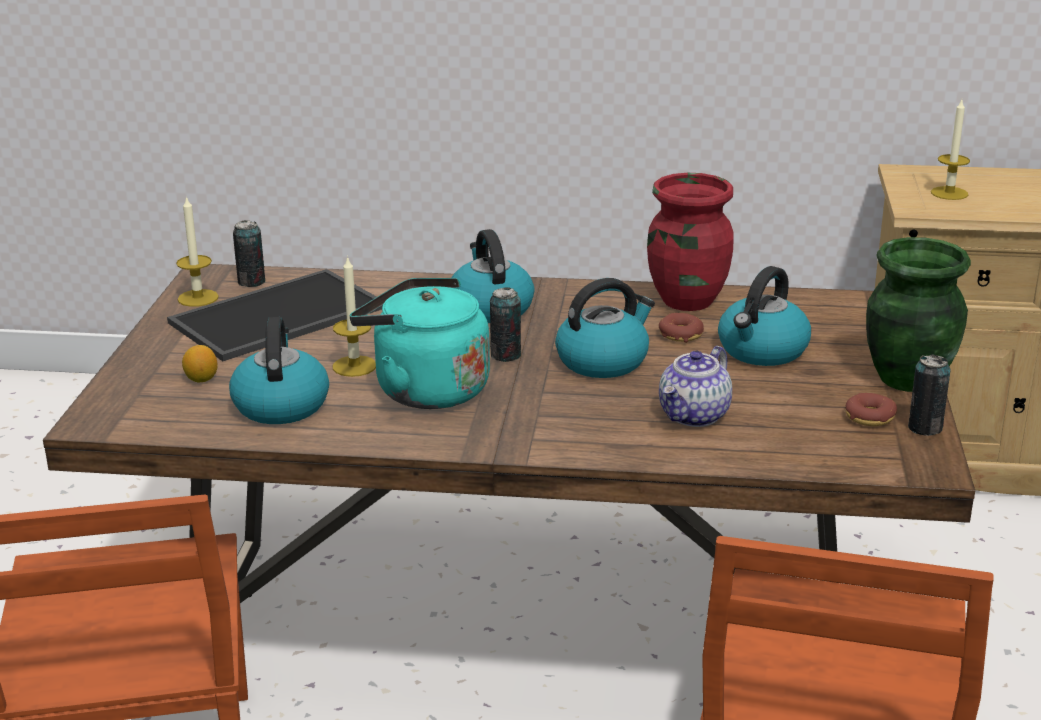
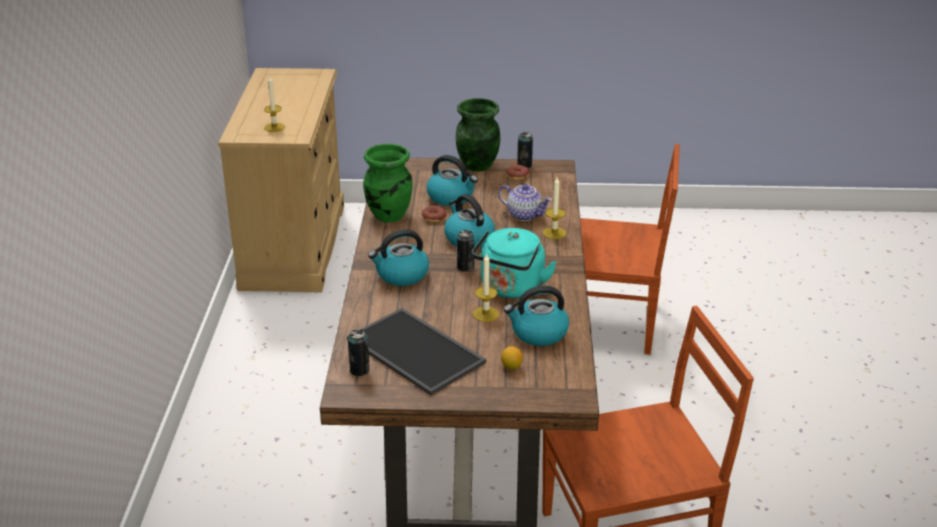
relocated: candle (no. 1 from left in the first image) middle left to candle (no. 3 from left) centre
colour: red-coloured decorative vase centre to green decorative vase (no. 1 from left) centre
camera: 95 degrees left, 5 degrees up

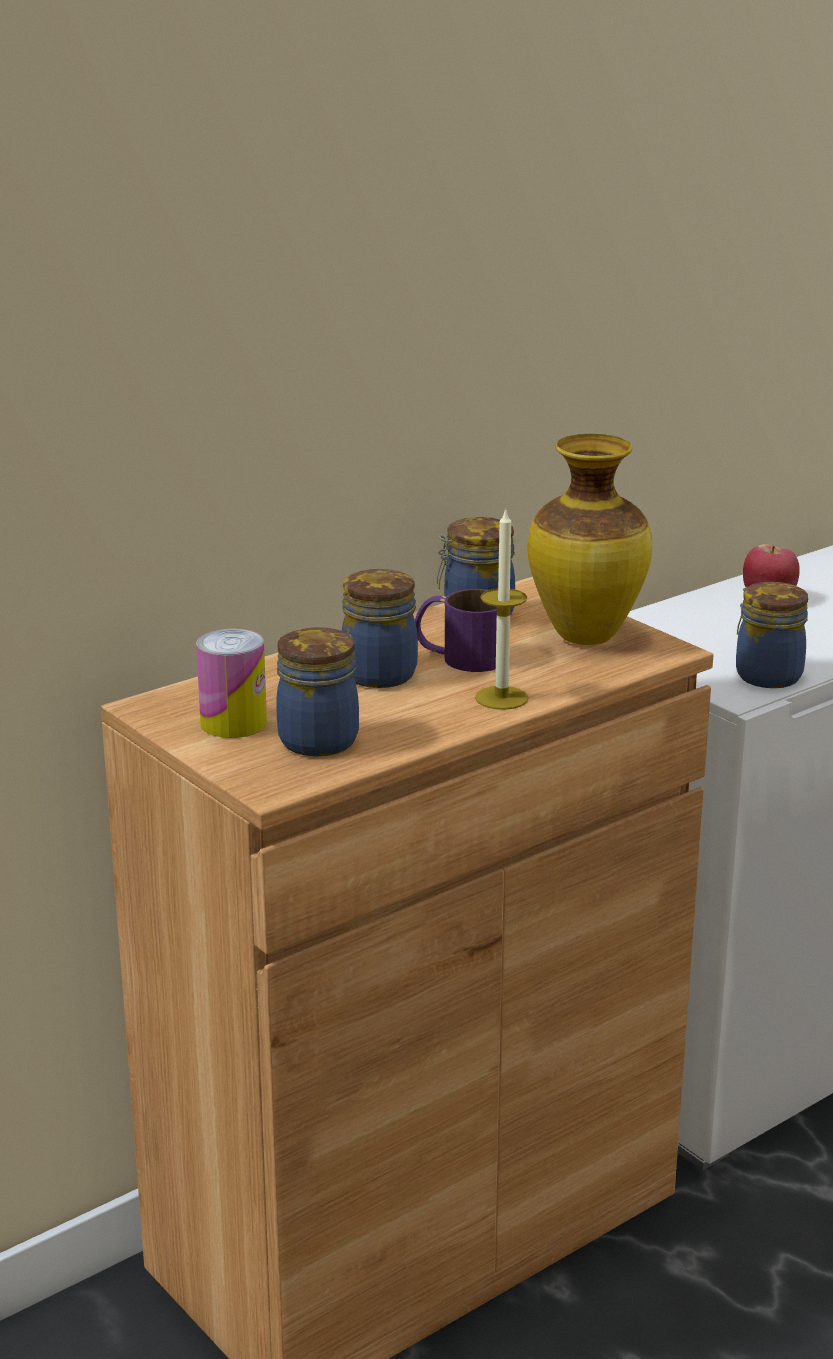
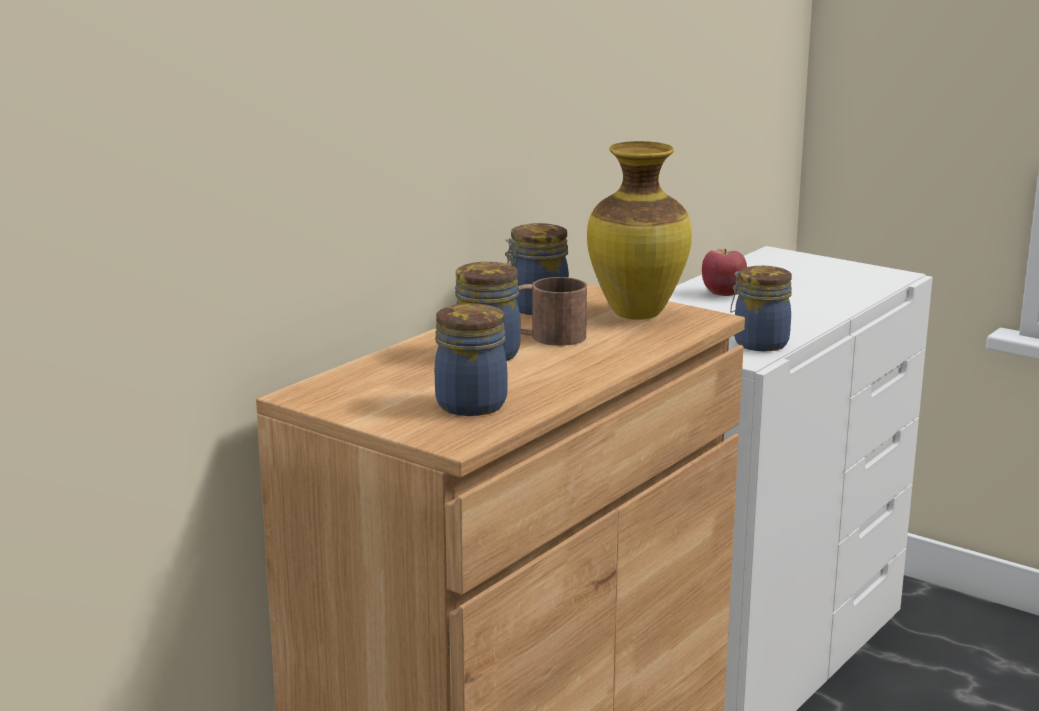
missing: candle centre; sealed can middle left
colour: purplish coffee mug centre to brown coffee mug centre
camera: 15 degrees left, 5 degrees down

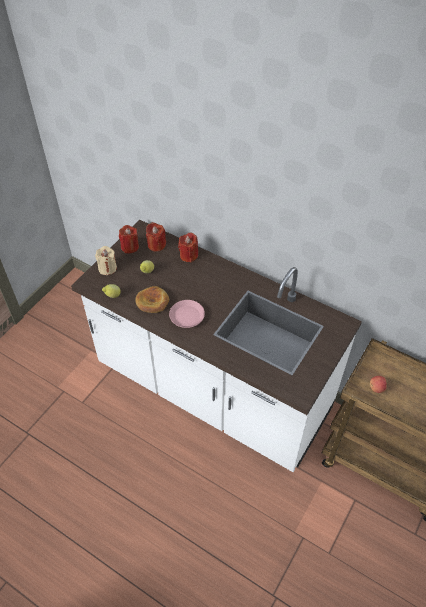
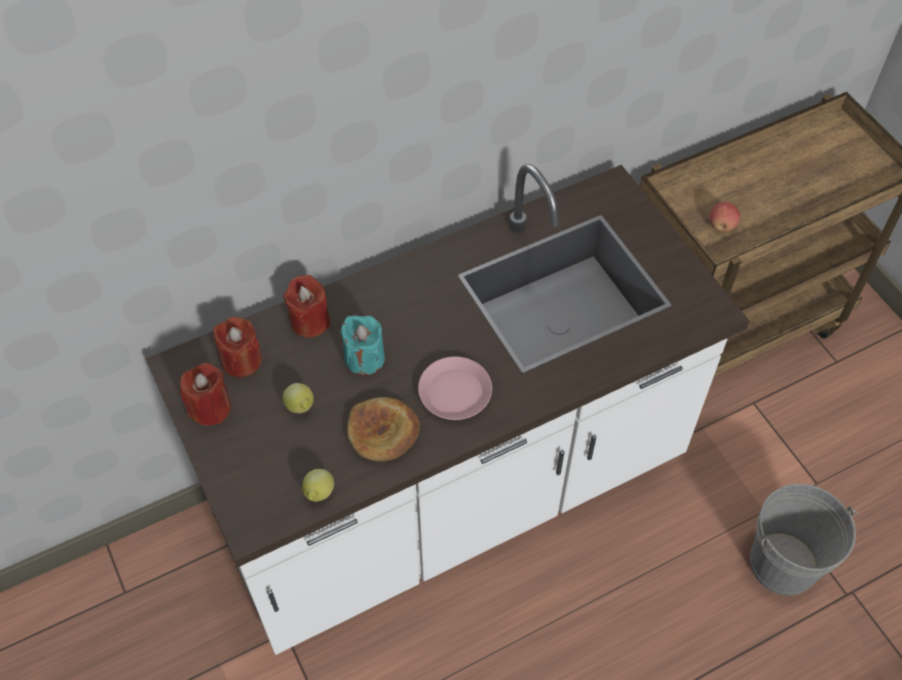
missing: beige candle middle left
appeared: turquoise candle centre; greyish bucket bottom right
camera: 60 degrees left, 5 degrees up

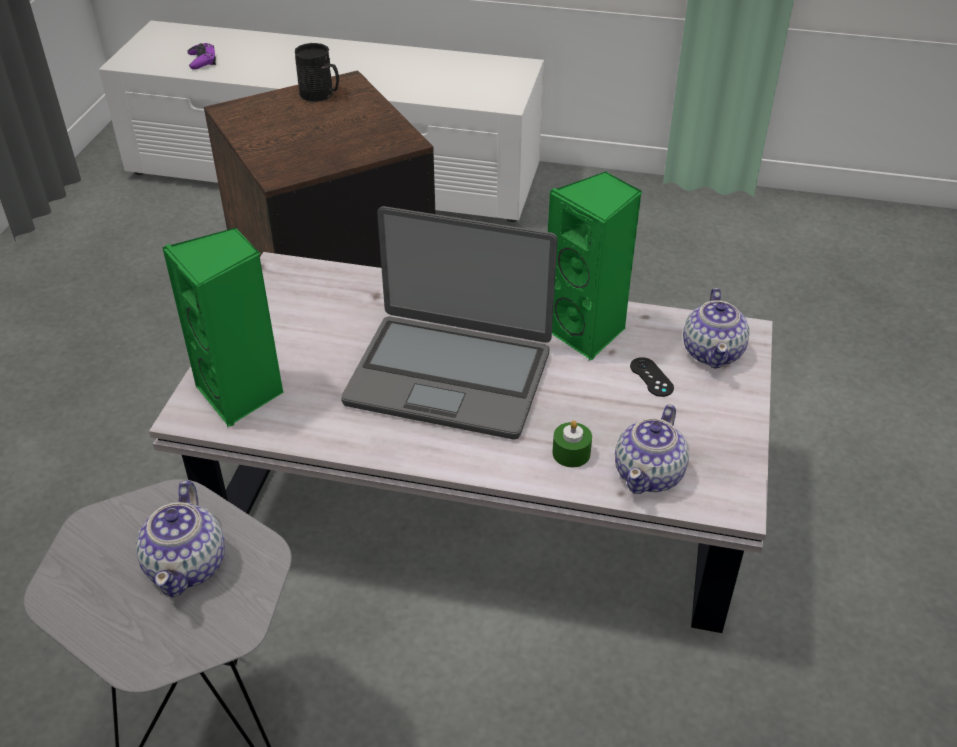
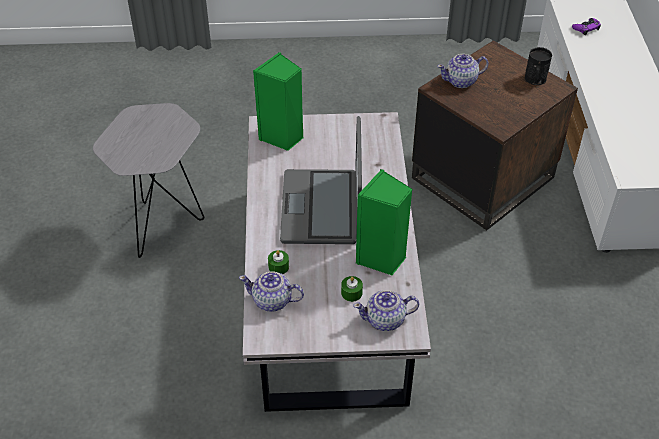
relocated: tea pot (no. 1 from left in the first image) bottom left to tea pot (no. 3 from left) top right
exchanged: blackish gamepad middle right to green candle (no. 2 from left) centre
camera: 75 degrees right, 5 degrees up

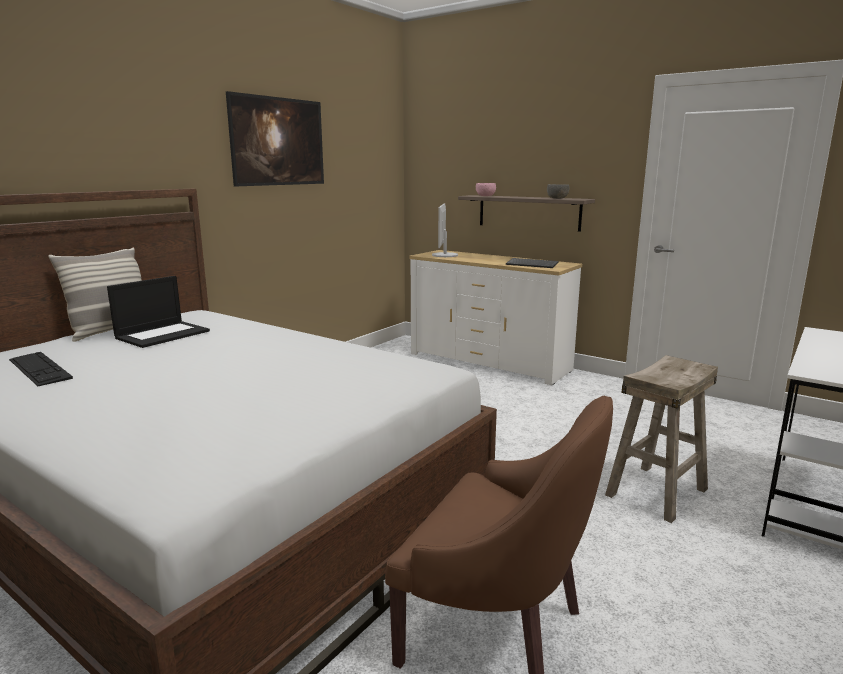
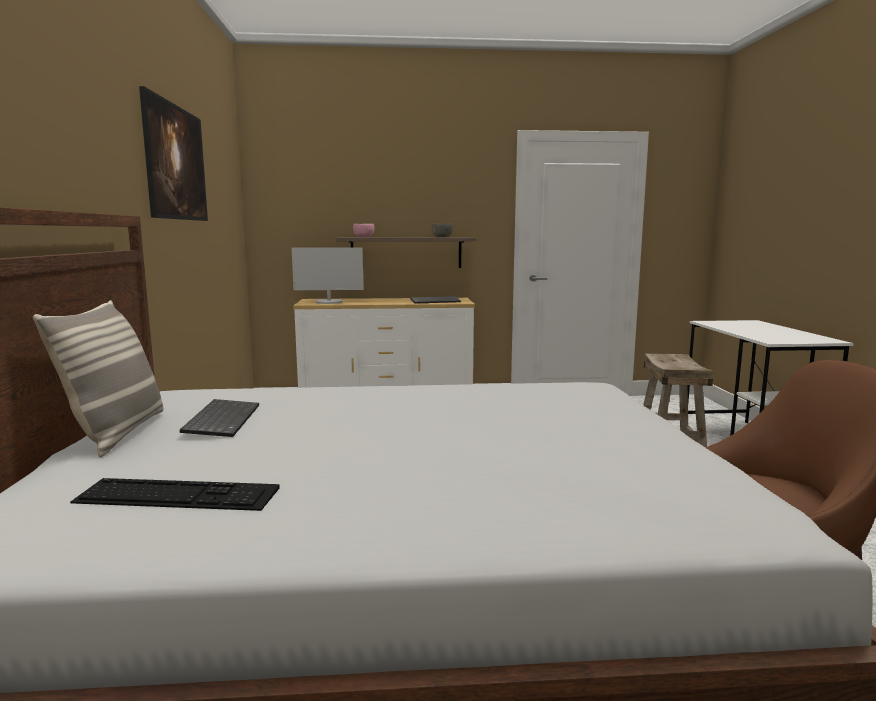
exchanged: laptop middle left to PC keyboard (no. 2 from left) middle left
spun: monitor centre = centre 60 degrees counterclockwise
camera: 40 degrees left, 5 degrees down

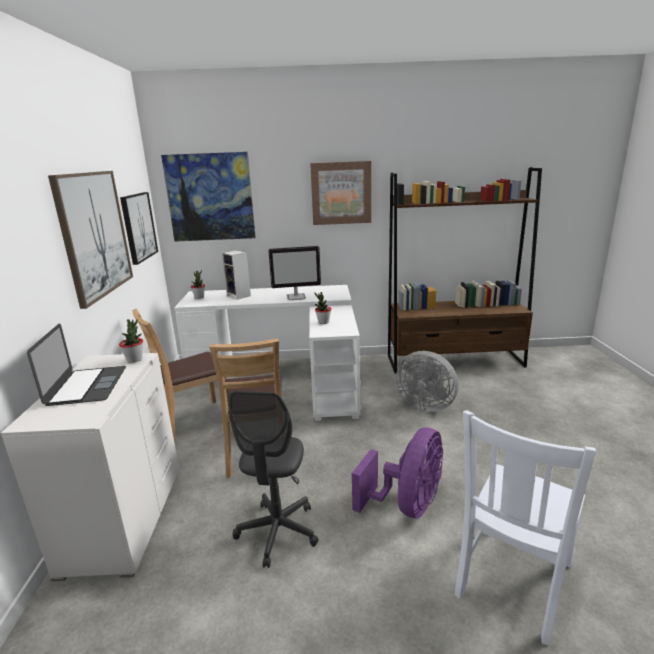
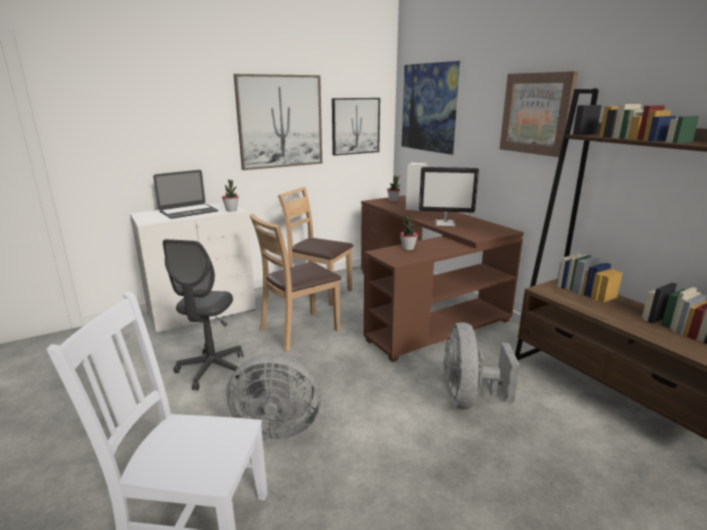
colour: white desk unit centre to brown desk unit centre; purplish fan bottom centre to greyish fan (no. 1 from left) bottom centre
spun: monitor centre = centre 45 degrees counterclockwise; greyish office chair bottom centre = middle left 60 degrees counterclockwise
camera: 60 degrees right, 0 degrees up

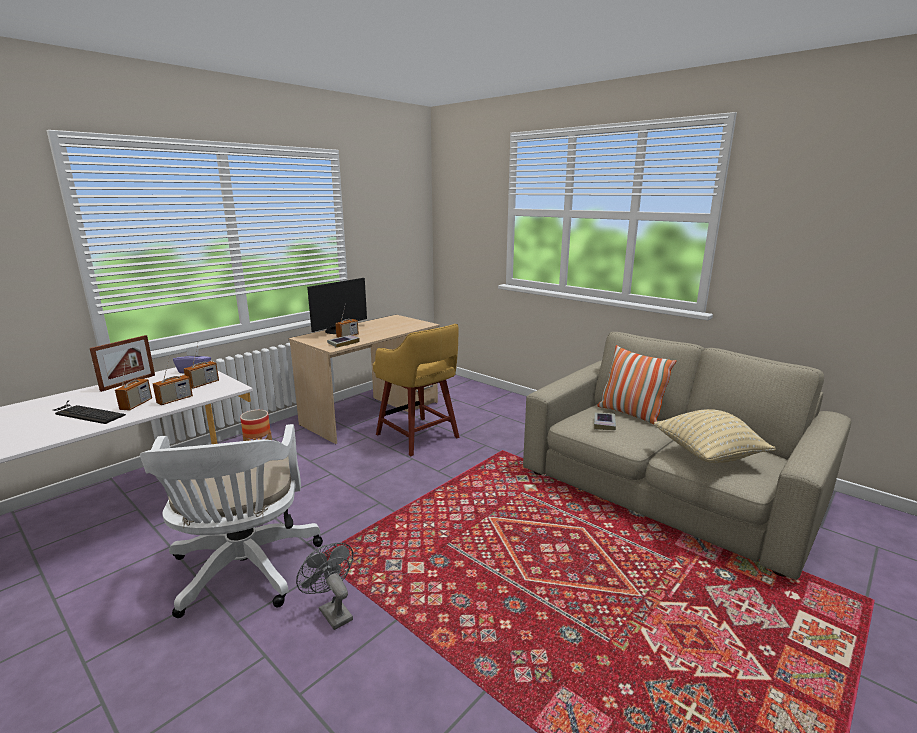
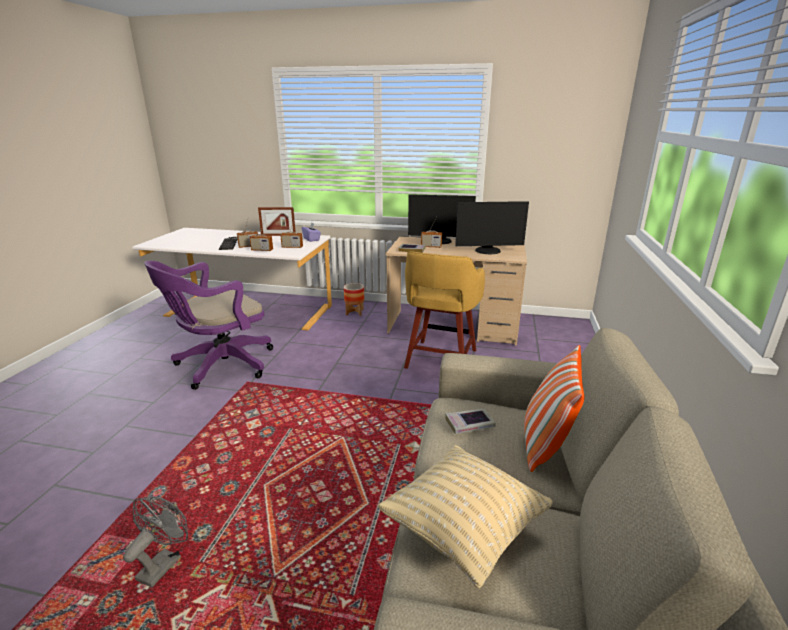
appeared: monitor (no. 2 from left) centre
relocated: greyish fan bottom centre to bottom left
colour: white office chair bottom left to purplish office chair middle left
camera: 60 degrees right, 5 degrees up

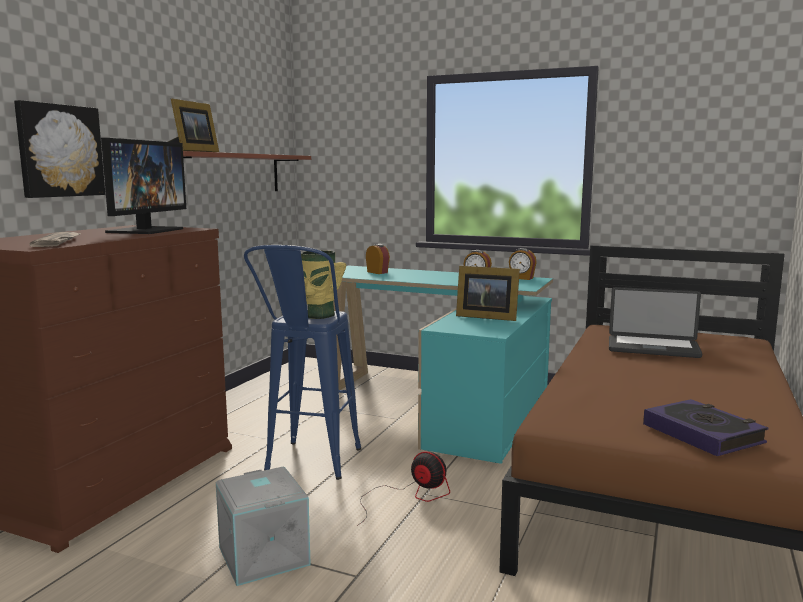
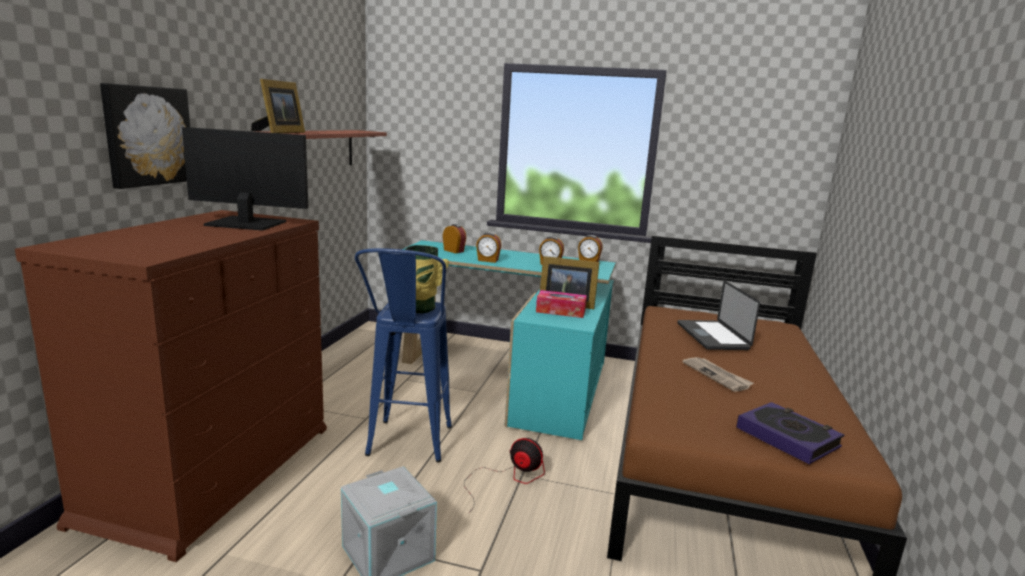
appeared: table clock (no. 2 from left) centre; tissue holder centre
relocated: printed paper middle left to middle right
spun: monitor top left = top left 90 degrees counterclockwise; laptop middle right = middle right 75 degrees clockwise
camera: 10 degrees left, 5 degrees up

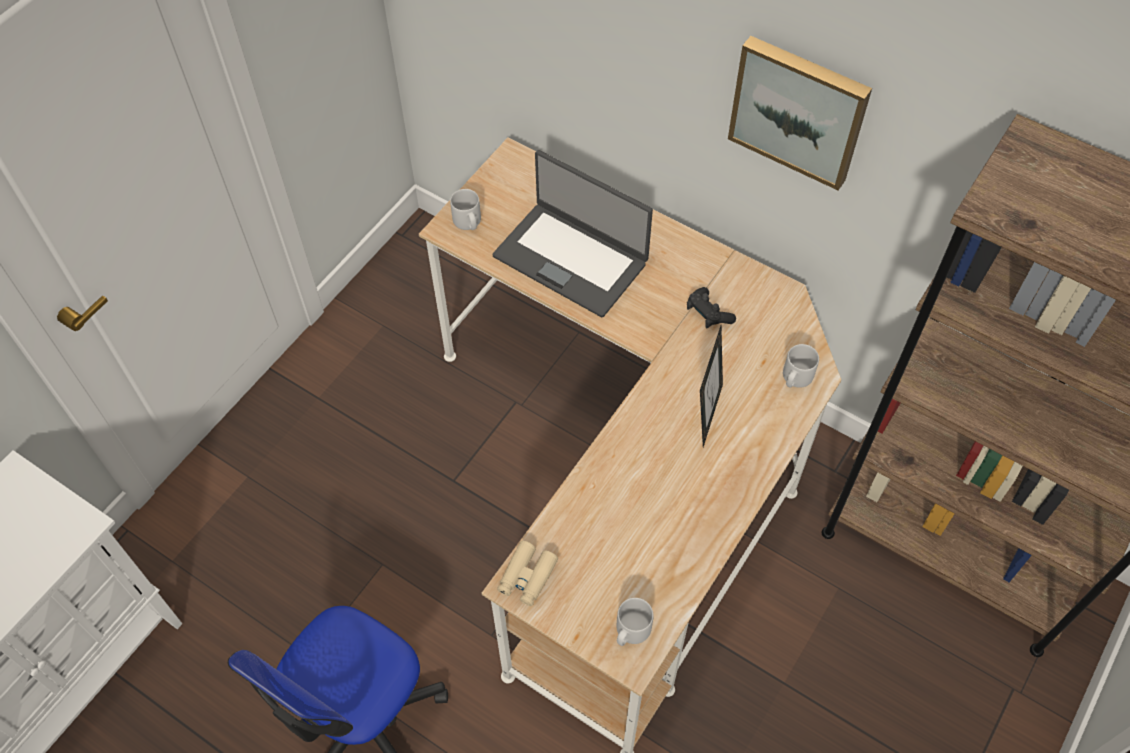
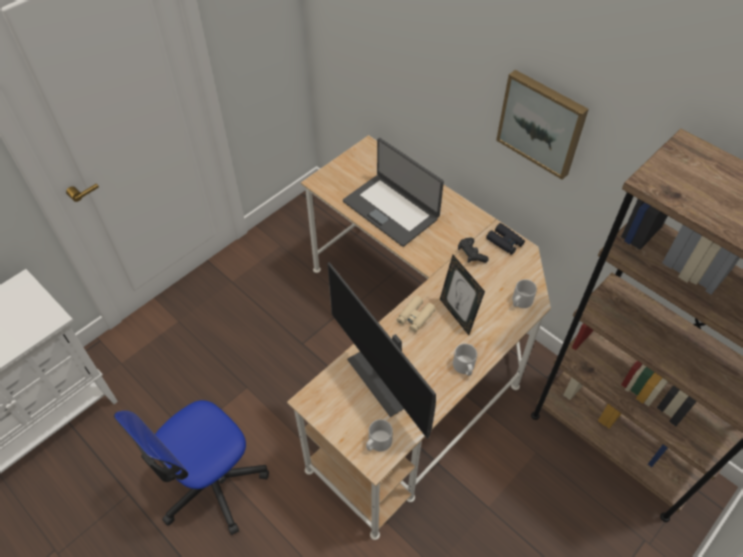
appeared: blackish binoculars middle right; monitor centre
relocated: greyish coffee mug (no. 1 from left in the first image) top centre to greyish coffee mug (no. 2 from left) centre; beige binoculars bottom centre to centre
spun: photo frame centre = centre 120 degrees clockwise
camera: 10 degrees right, 5 degrees down

